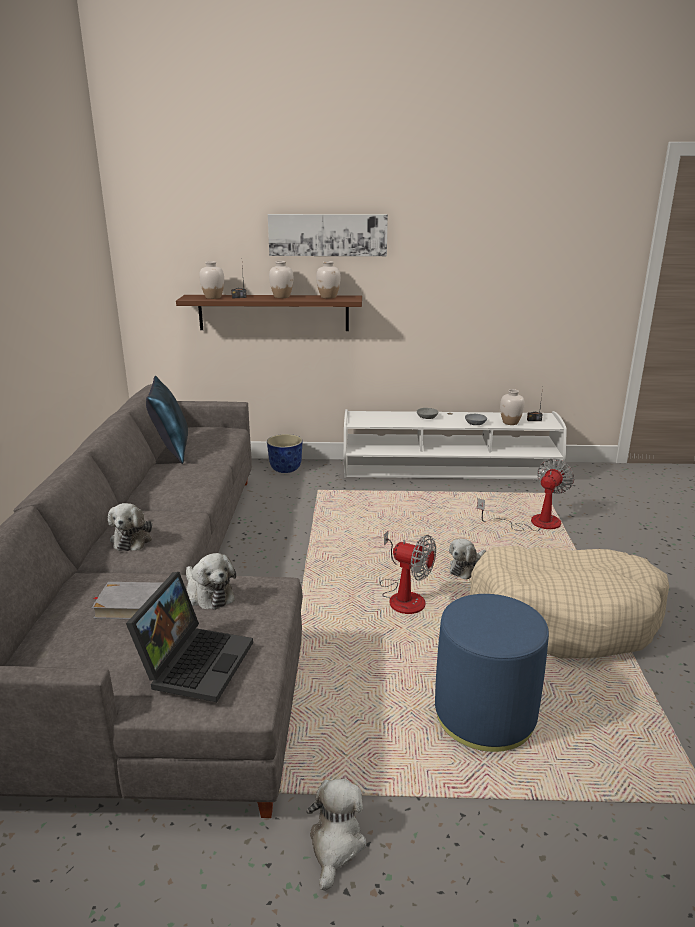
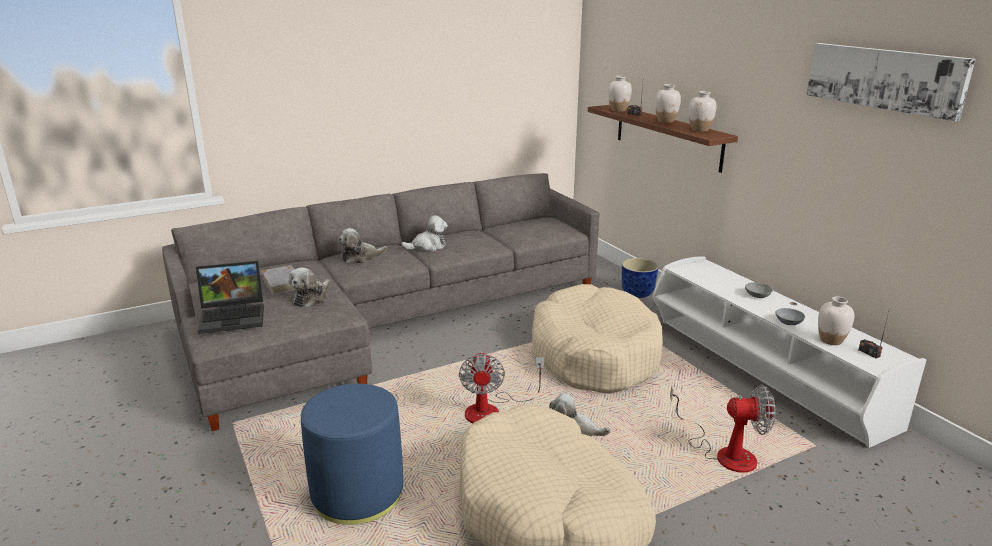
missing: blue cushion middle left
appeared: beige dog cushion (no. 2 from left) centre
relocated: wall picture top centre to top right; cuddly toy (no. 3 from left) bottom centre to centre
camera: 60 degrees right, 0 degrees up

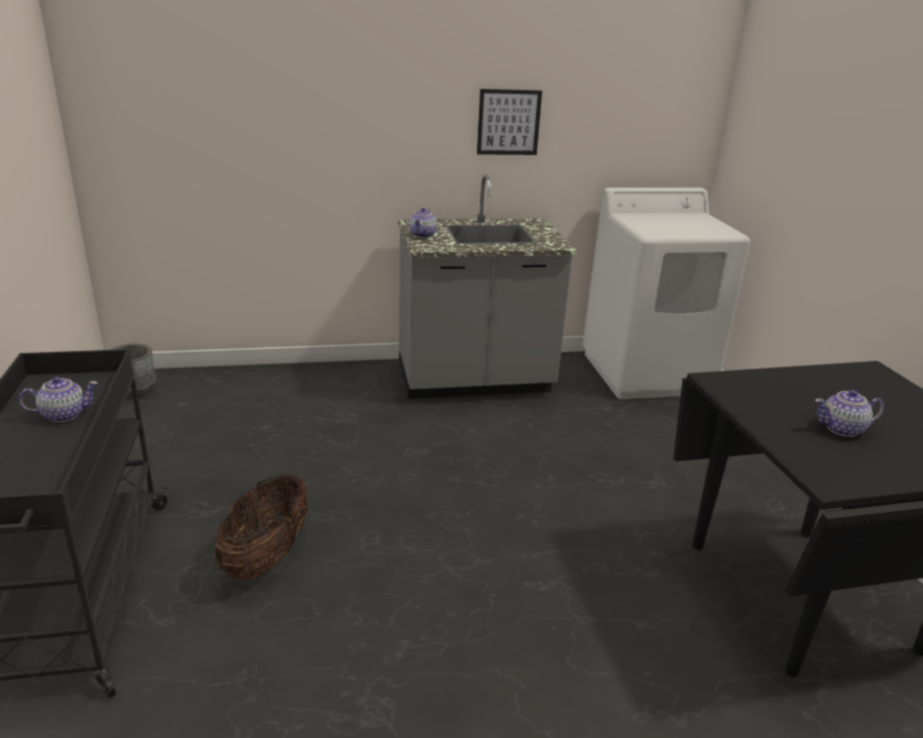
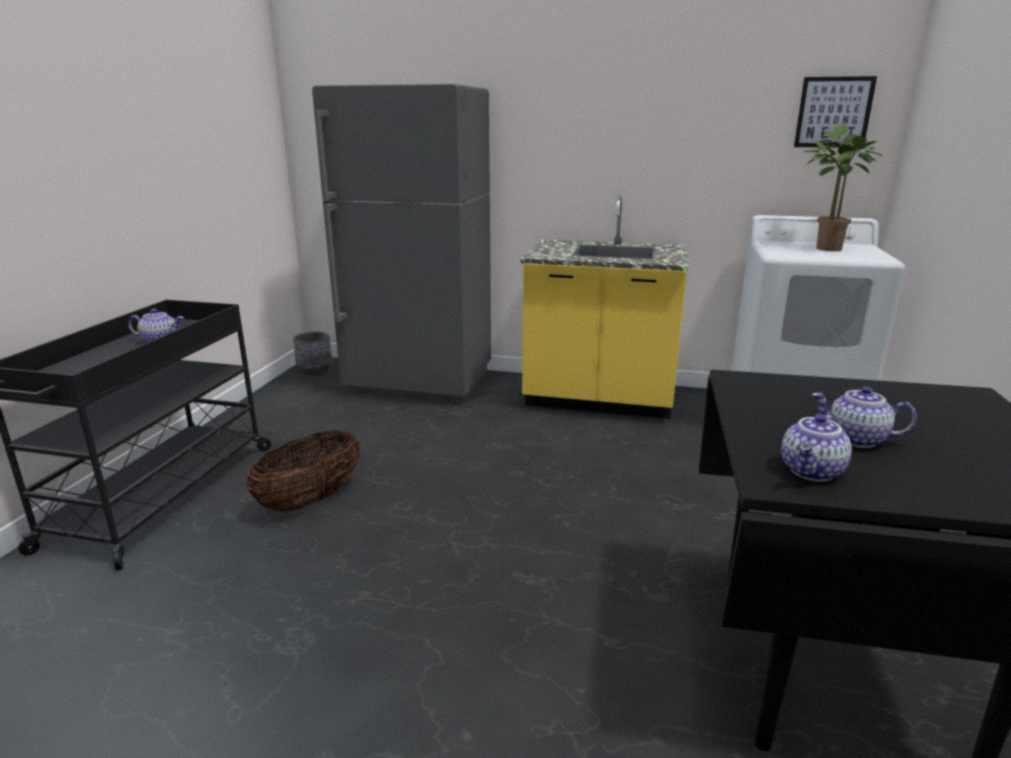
appeared: greyish kitchen fridge top centre; potted plant top right
relocated: wall picture top centre to top right; tea pot (no. 2 from left) top centre to middle right
colour: greyish kitchen base unit centre to yellowish kitchen base unit centre
camera: 25 degrees right, 5 degrees down

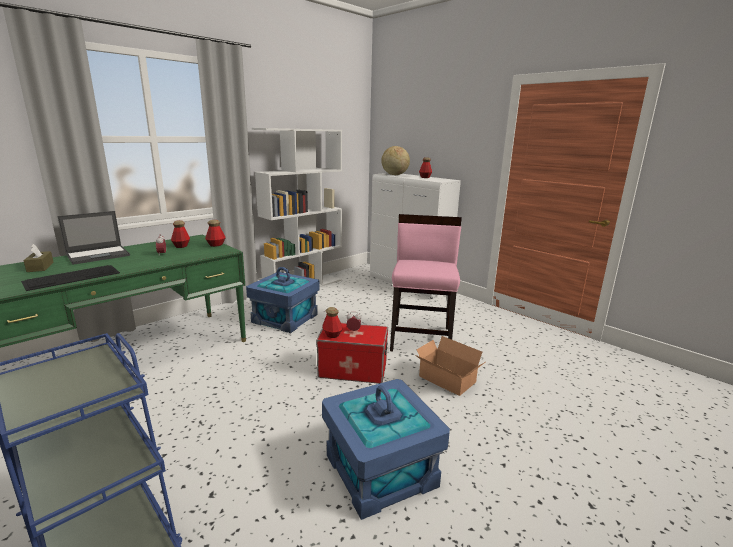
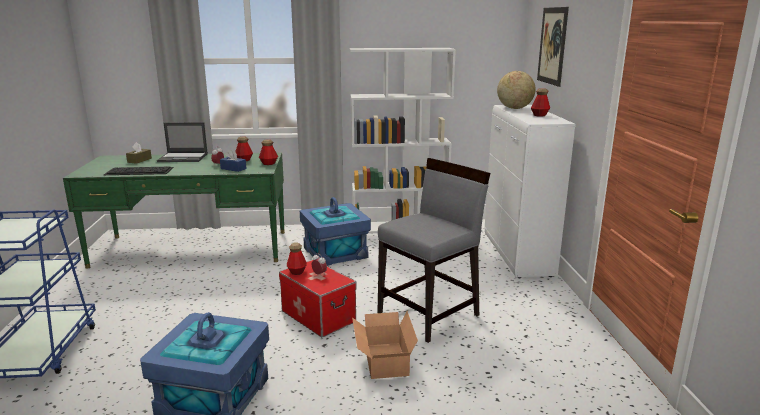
appeared: wall picture top right; blue tissue holder middle left
colour: pink-coloured chair centre to greyish chair centre
camera: 40 degrees right, 0 degrees up

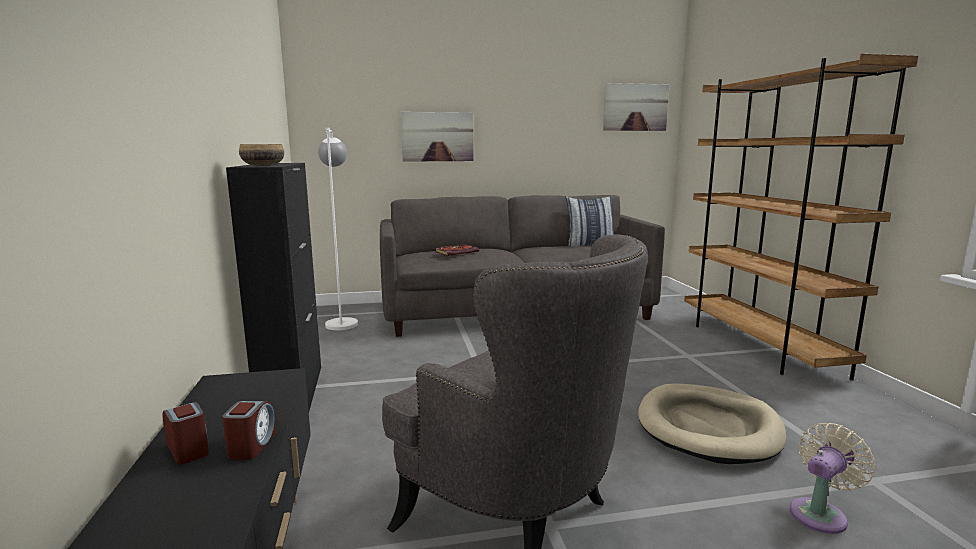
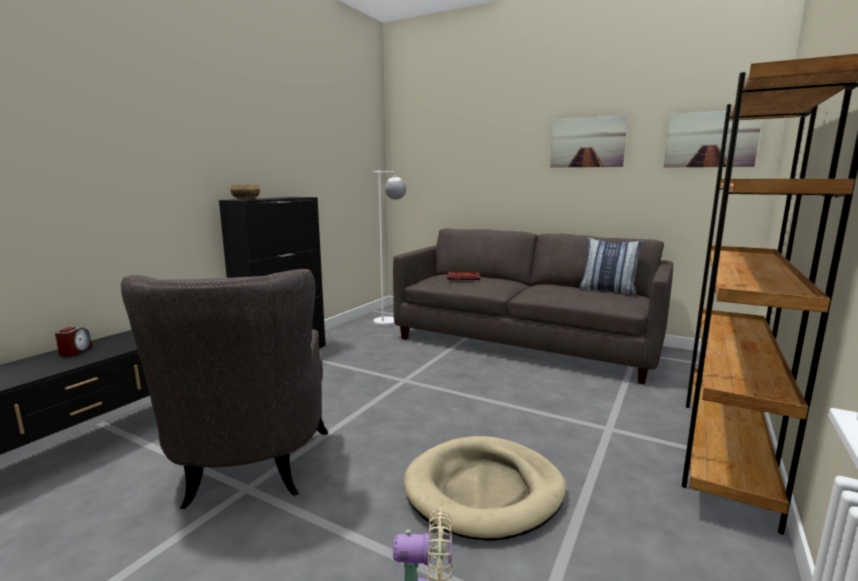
missing: table clock (no. 2 from left) bottom left
relocated: wall picture (no. 1 from left) top centre to top right
camera: 40 degrees right, 0 degrees up

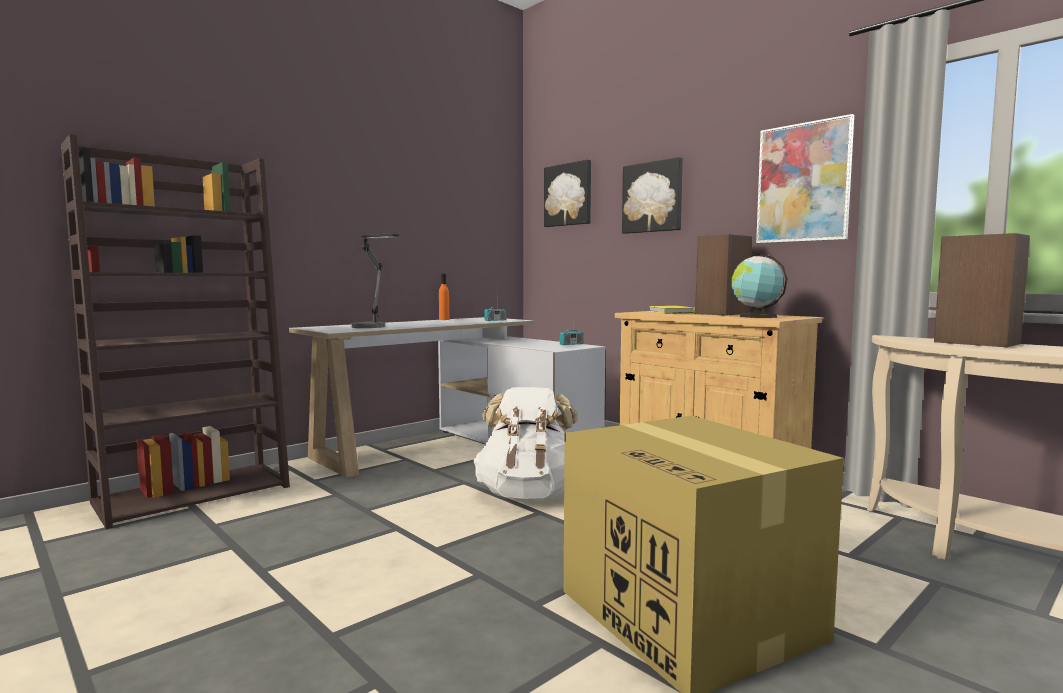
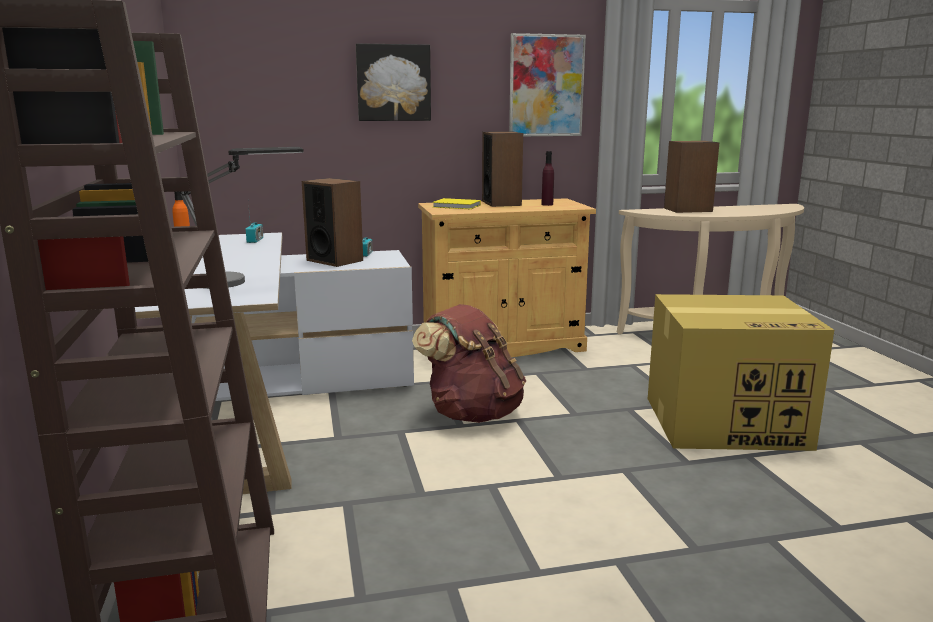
missing: wall picture (no. 1 from left) top centre
appeared: audio speaker (no. 1 from left) centre
exchanged: globe middle right to purplish bottle top centre
colour: white knapsack centre to brown knapsack centre
camera: 60 degrees left, 10 degrees up

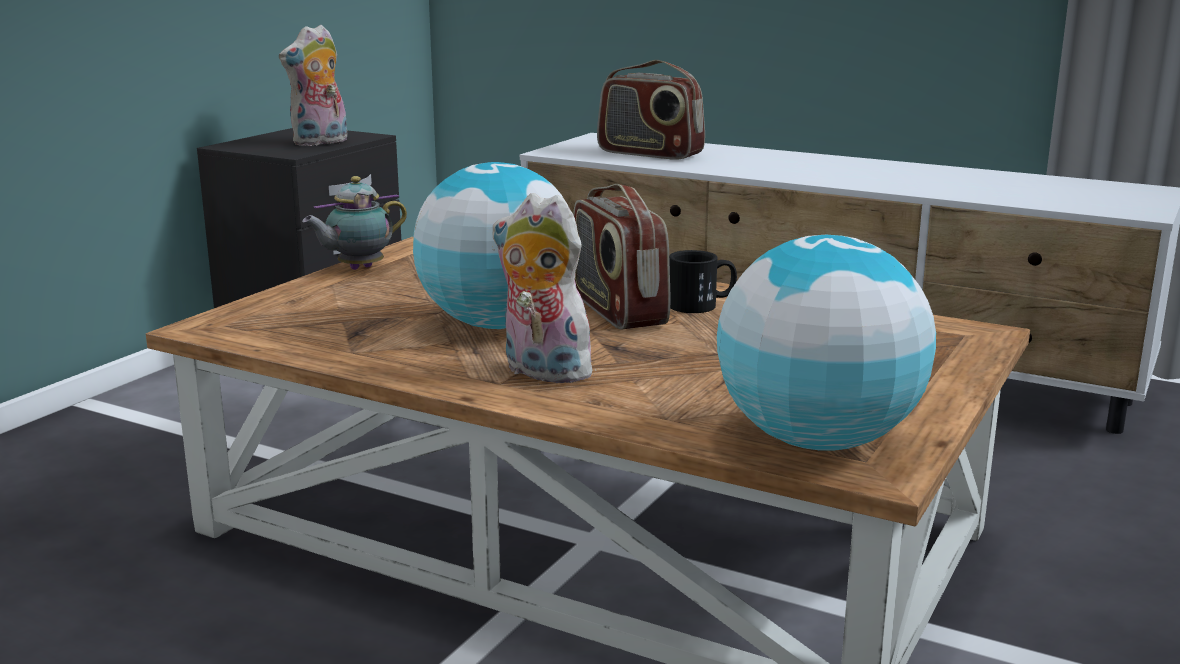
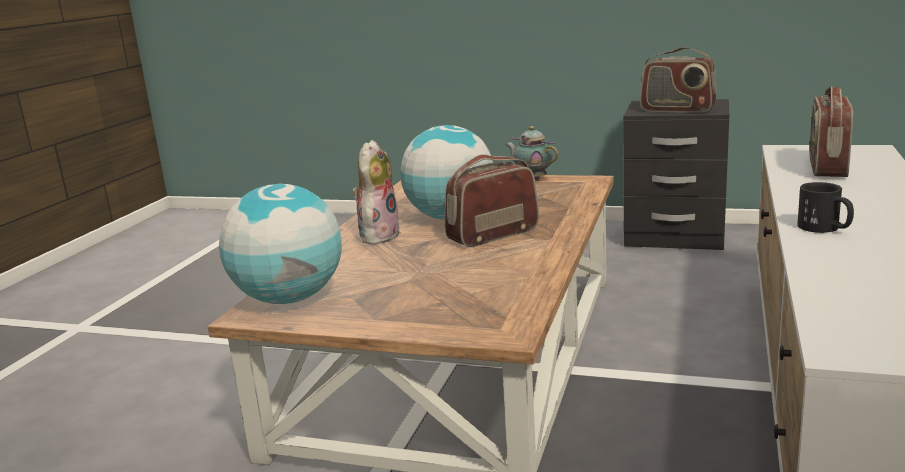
relocated: blackish coffee mug centre to middle right
exchanged: cuddly toy (no. 1 from left) top left to radio (no. 2 from left) top right
camera: 80 degrees right, 0 degrees up

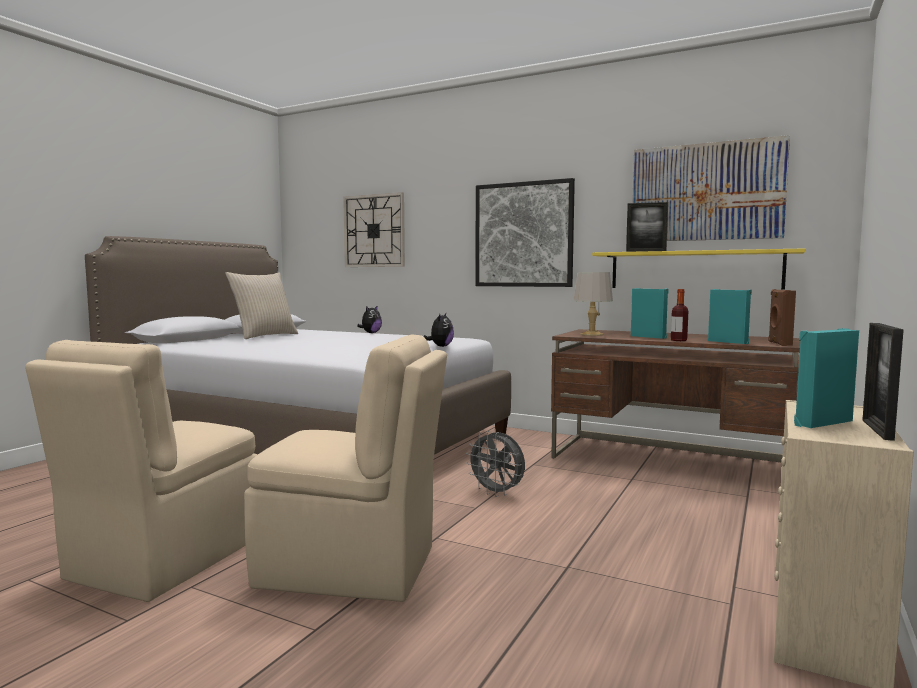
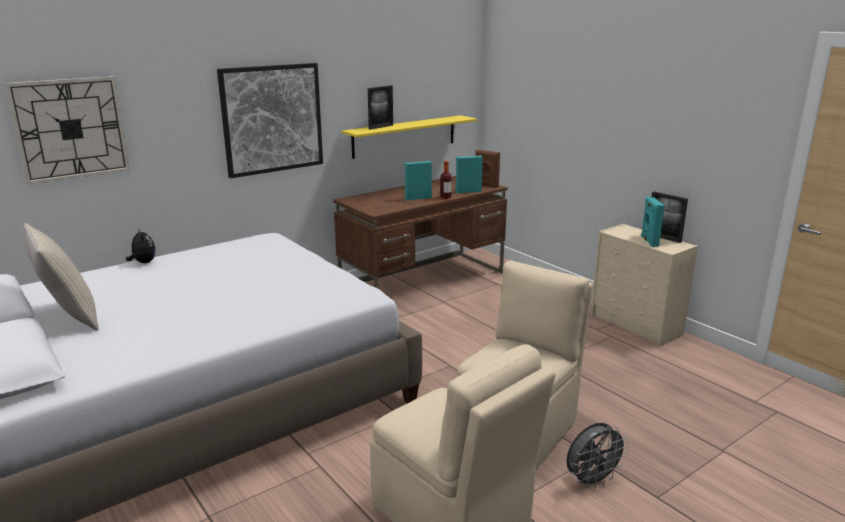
missing: wall picture (no. 2 from left) top right; greyish table lamp centre; cuddly toy (no. 2 from left) centre
relocated: greyish fan bottom centre to bottom right
camera: 65 degrees left, 15 degrees up

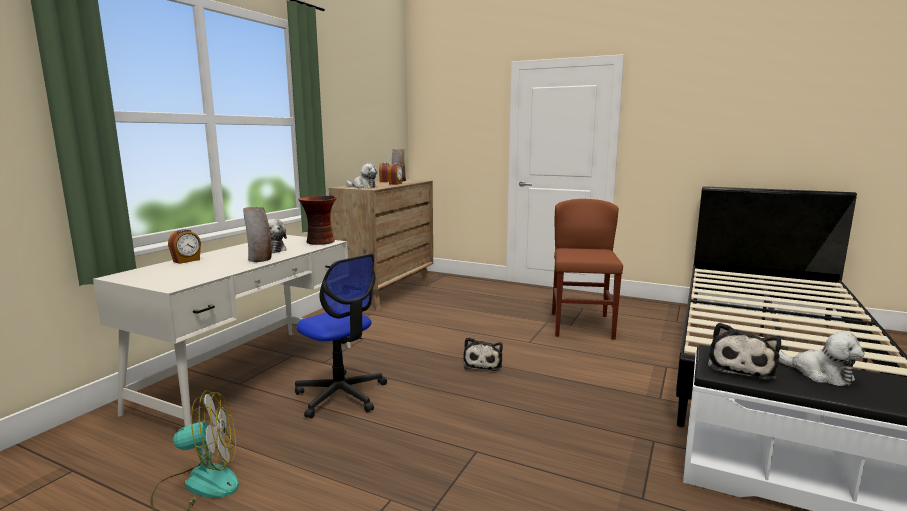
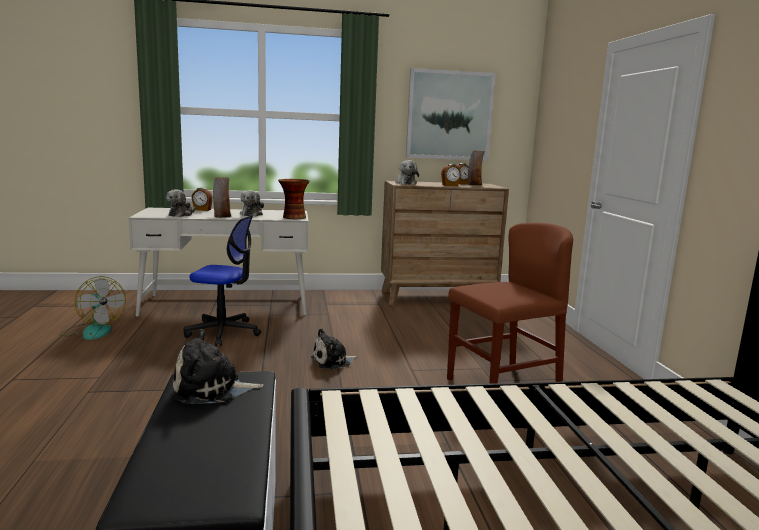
appeared: wall picture top centre
relocated: cuddly toy (no. 5 from left in the first image) bottom right to cuddly toy (no. 1 from left) middle left
spun: office chair centre = middle left 90 degrees counterclockwise
camera: 55 degrees right, 0 degrees up

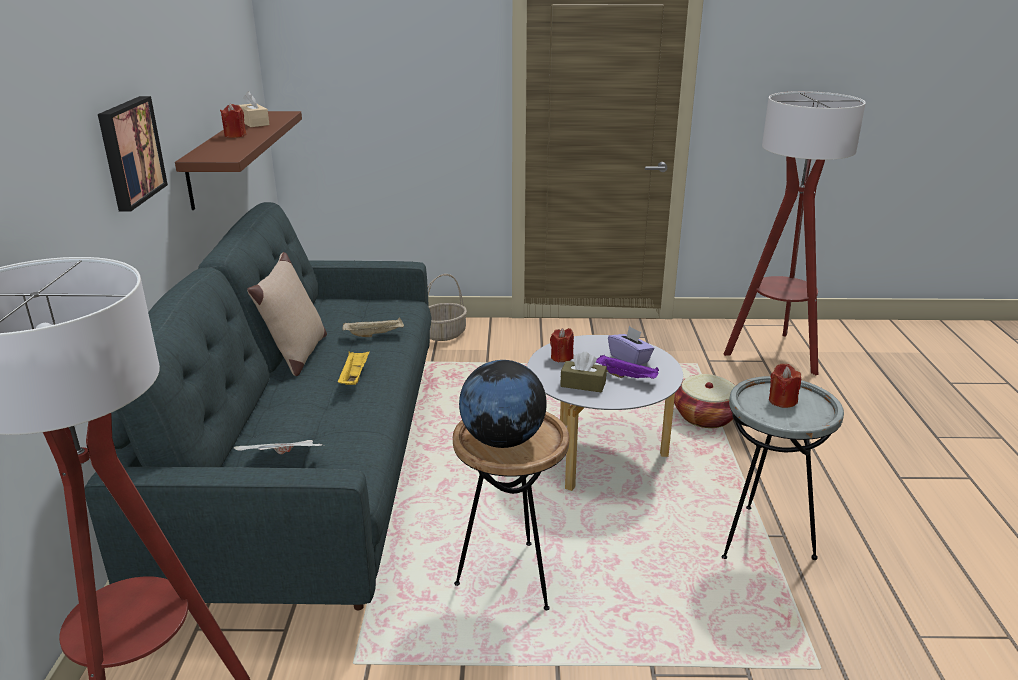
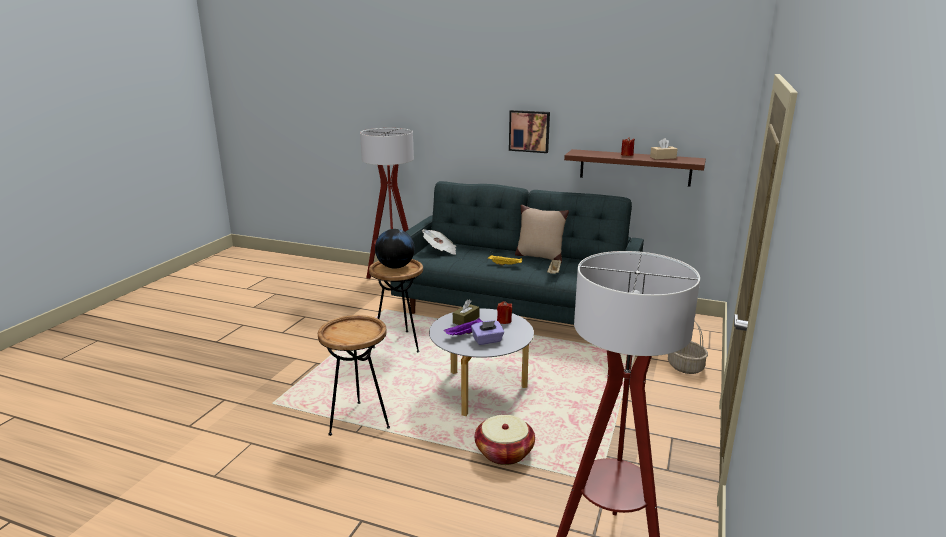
missing: red-coloured candle (no. 3 from left) middle right
colour: greyish side table bottom right to brown side table (no. 1 from left) bottom centre
camera: 110 degrees right, 5 degrees down

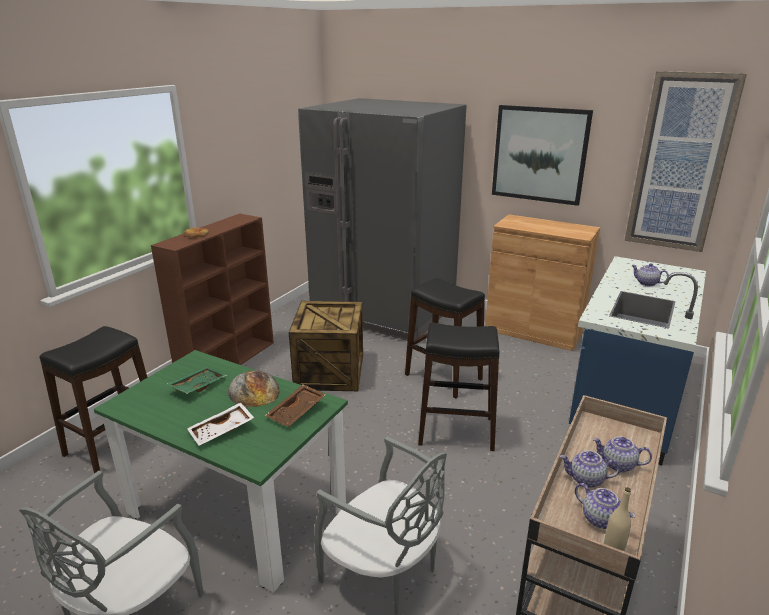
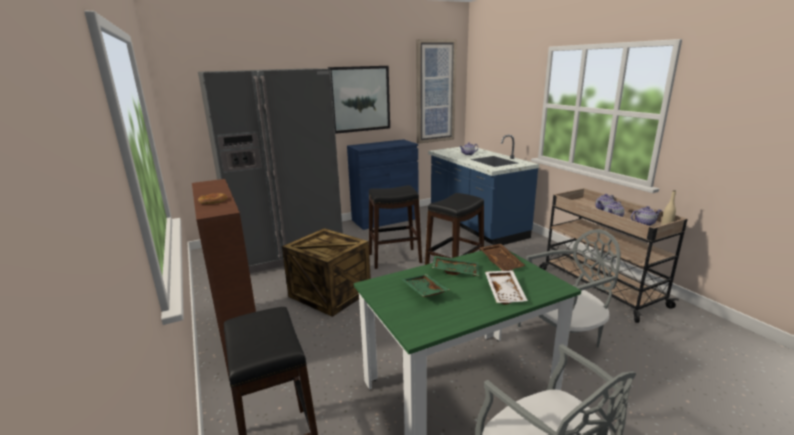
exchanged: baked bread (no. 2 from left) middle left to green serving tray (no. 2 from left) centre
colour: brown cabinet middle right to blue cabinet centre
camera: 55 degrees left, 5 degrees down

